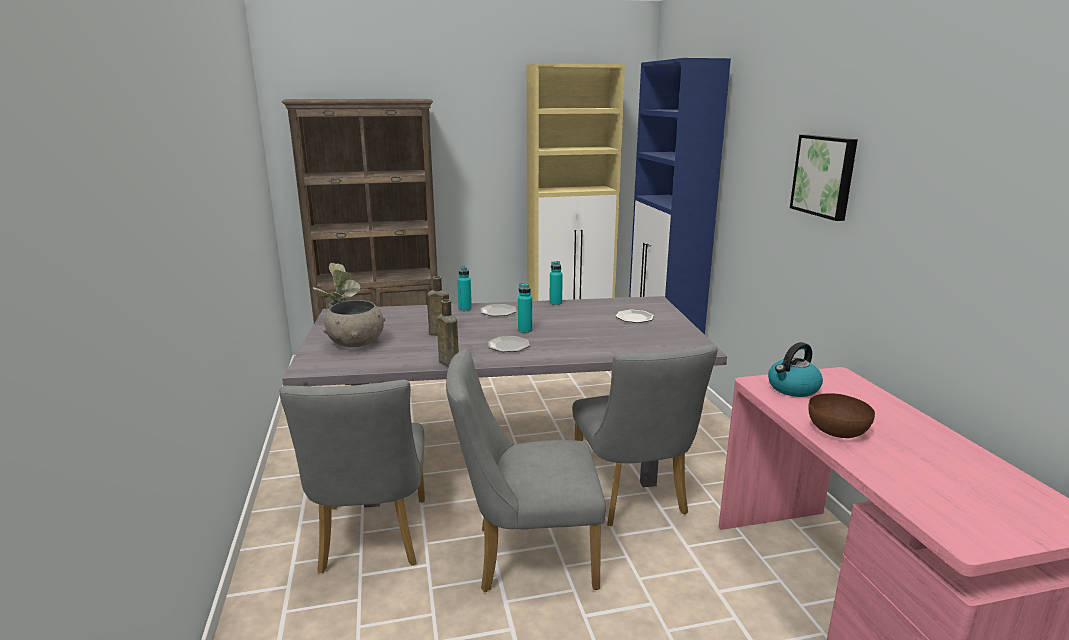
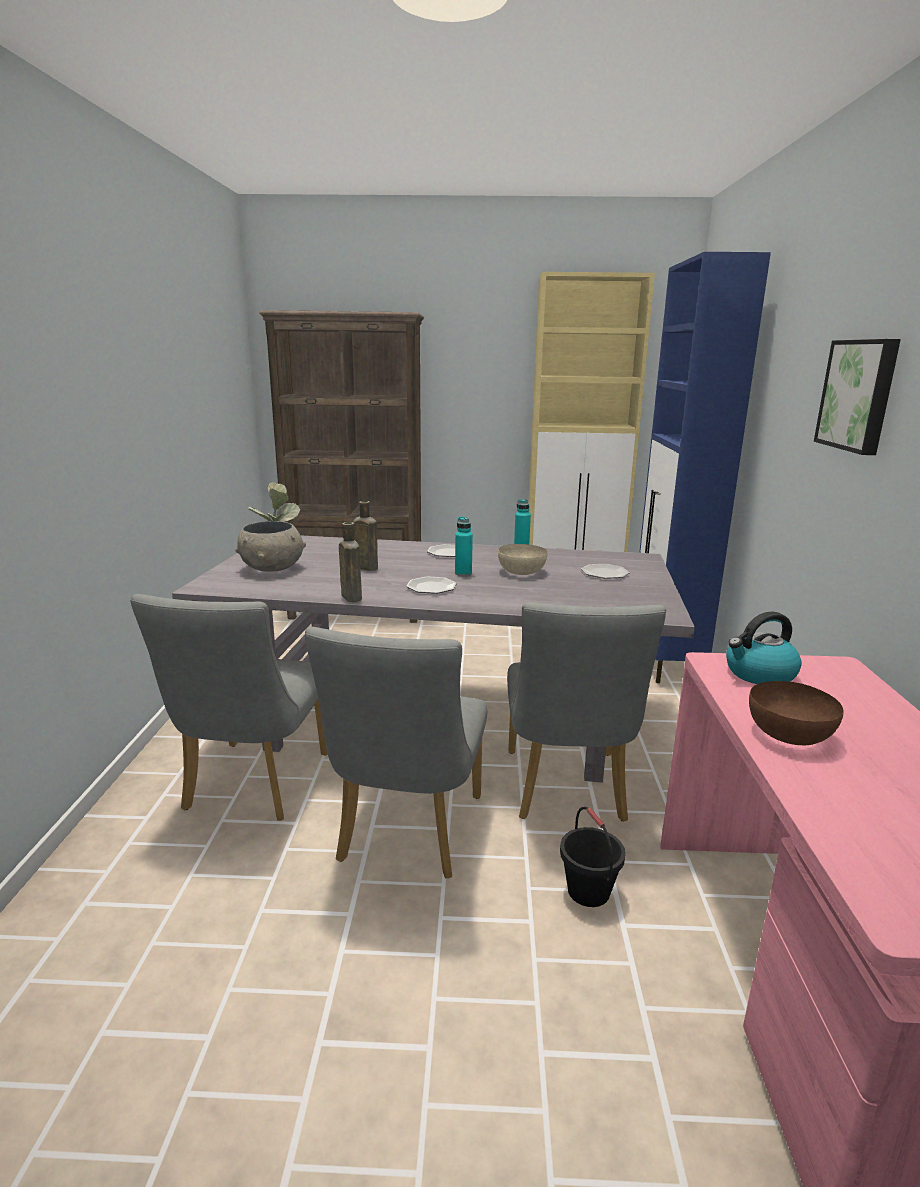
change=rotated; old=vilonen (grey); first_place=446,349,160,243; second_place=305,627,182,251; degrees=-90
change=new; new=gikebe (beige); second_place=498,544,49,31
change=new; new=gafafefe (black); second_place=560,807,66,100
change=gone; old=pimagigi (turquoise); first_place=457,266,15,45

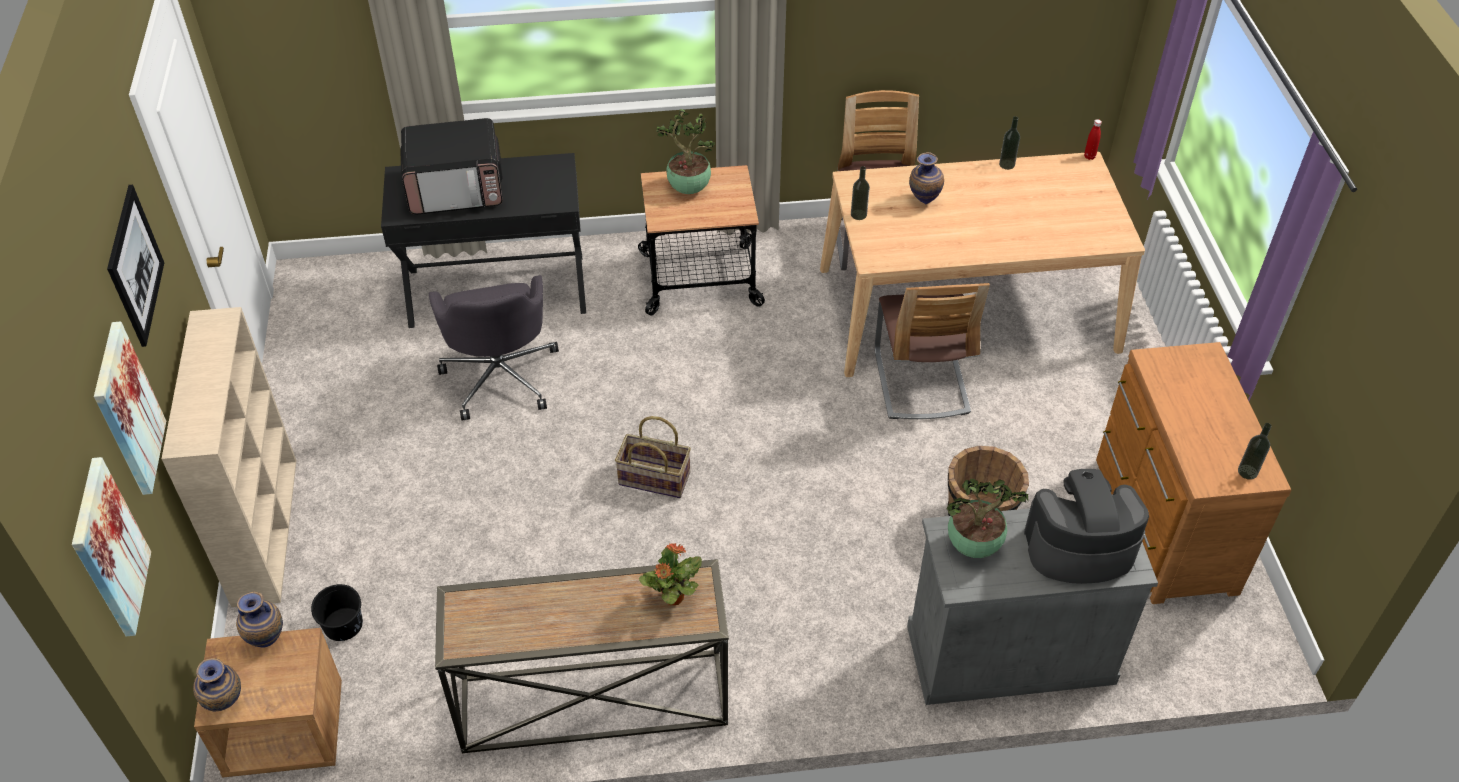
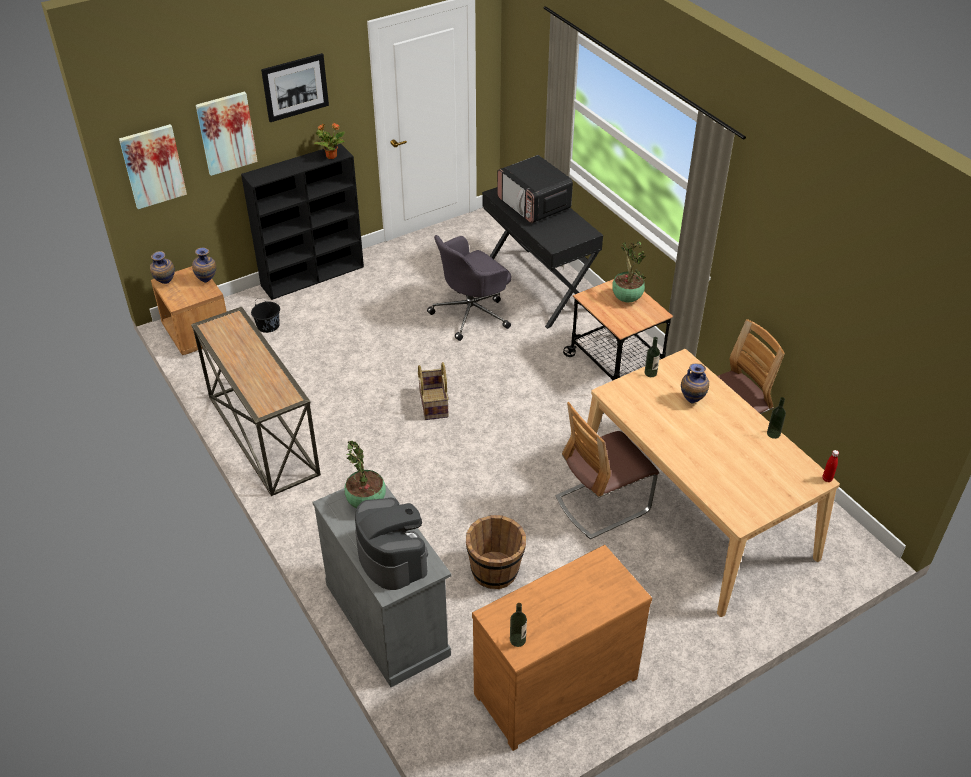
change=repainted; old=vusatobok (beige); new=vusatobok (black); first_place=162,307,135,300; second_place=241,144,123,156
change=shifted; old=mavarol; first_place=639,543,63,62; second_place=314,123,31,36

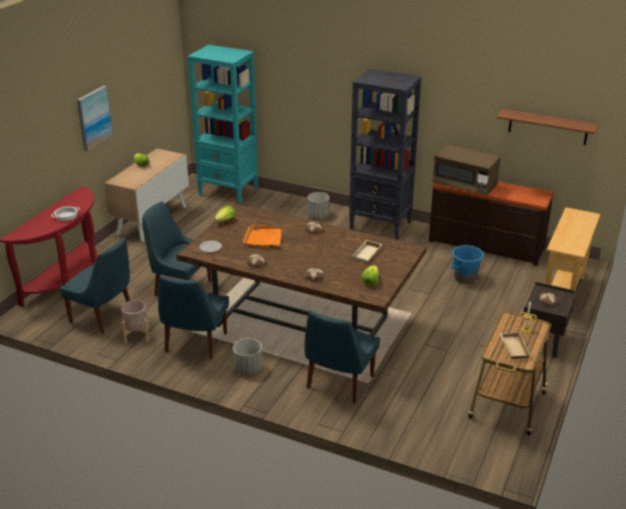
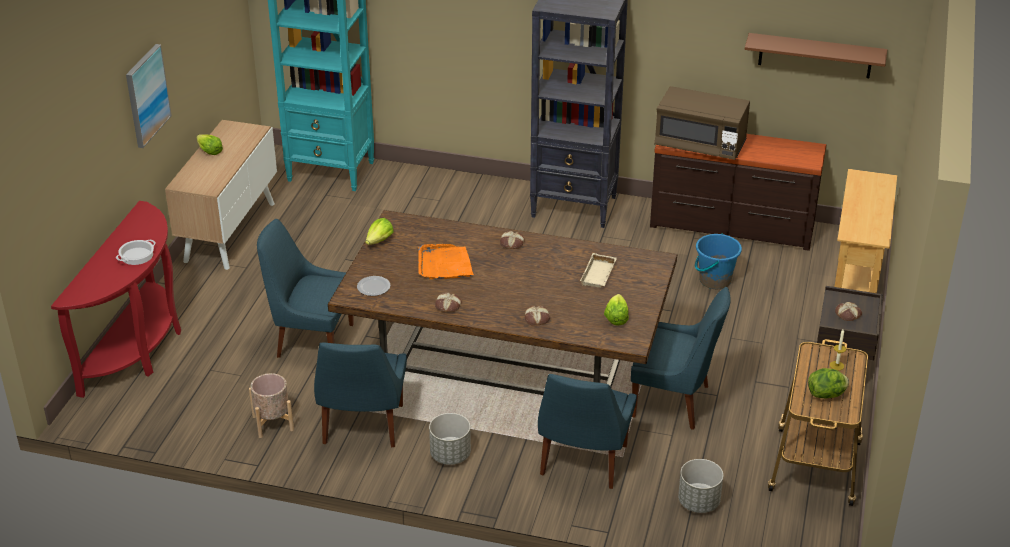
change=shifted; old=vilonen (blue); first_place=60,237,70,97; second_place=631,287,100,143
change=shifted; old=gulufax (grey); first_place=308,192,21,26; second_place=678,459,45,54
change=swapped; old=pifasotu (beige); new=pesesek; first_place=500,332,31,27; second_place=808,368,41,30

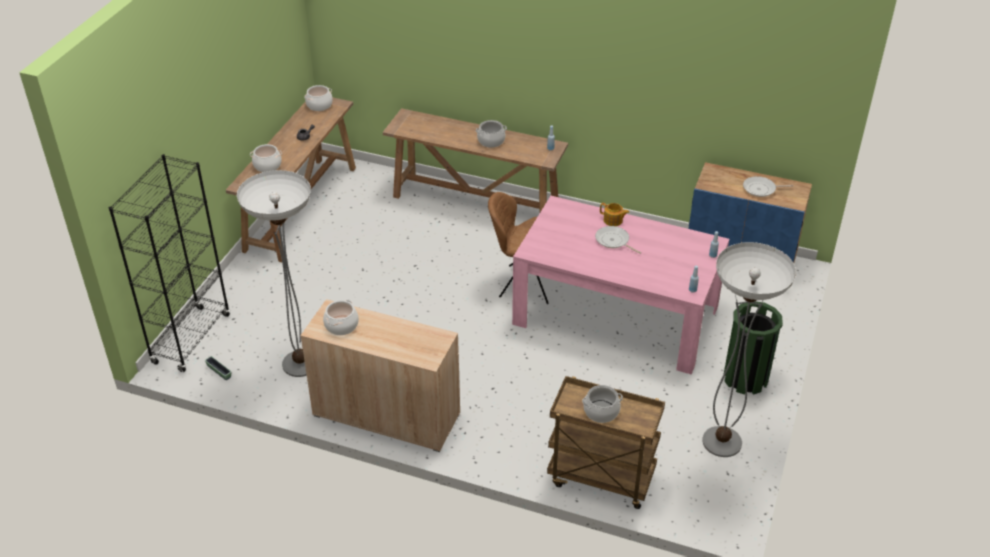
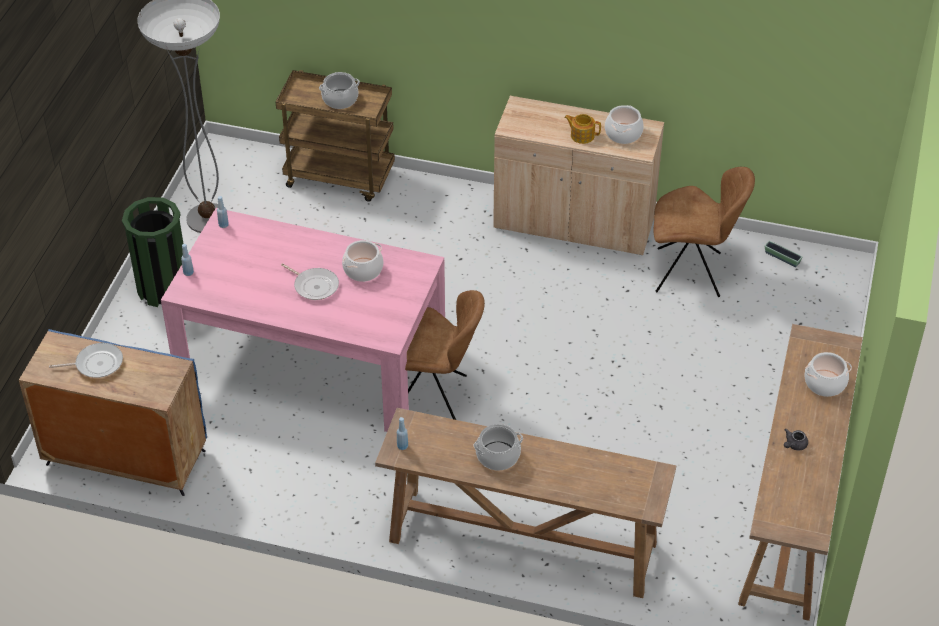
change=shifted; old=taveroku; first_place=304,85,29,26; second_place=342,240,41,42
change=shifted; old=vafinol; first_place=600,203,29,23; second_place=564,114,37,30
change=swapped; old=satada; new=vilonen (brown); first_place=237,170,74,207; second_place=654,167,101,130
change=gone; old=vusatobok (black); first_place=109,154,121,218

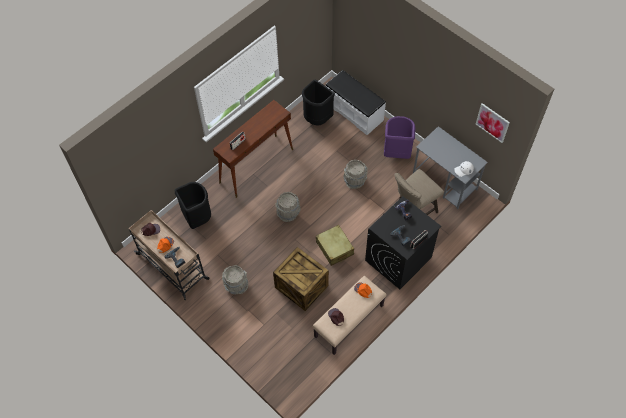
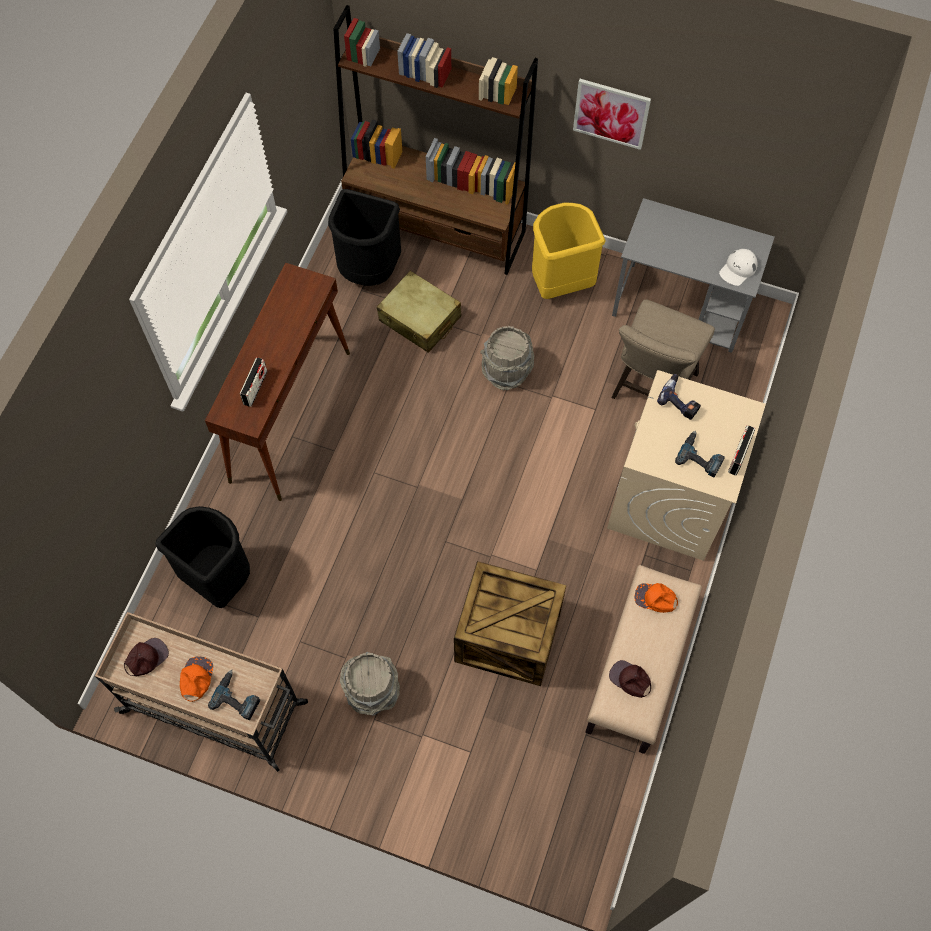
change=swapped; old=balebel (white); new=vusatobok (brown); first_place=325,70,61,65; second_place=333,5,205,270
change=shifted; old=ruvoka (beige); first_place=316,225,38,41; second_place=377,271,84,82
change=repainted; old=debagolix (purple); new=debagolix (yellow); first_place=384,116,32,43; second_place=532,203,74,96
change=shifted; old=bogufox; first_place=476,103,34,40; second_place=573,79,78,71
change=repainted; old=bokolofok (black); new=bokolofok (beige); first_place=365,196,76,93; second_place=607,370,159,191
change=gone; old=gafafefe (grey); first_place=275,192,25,30

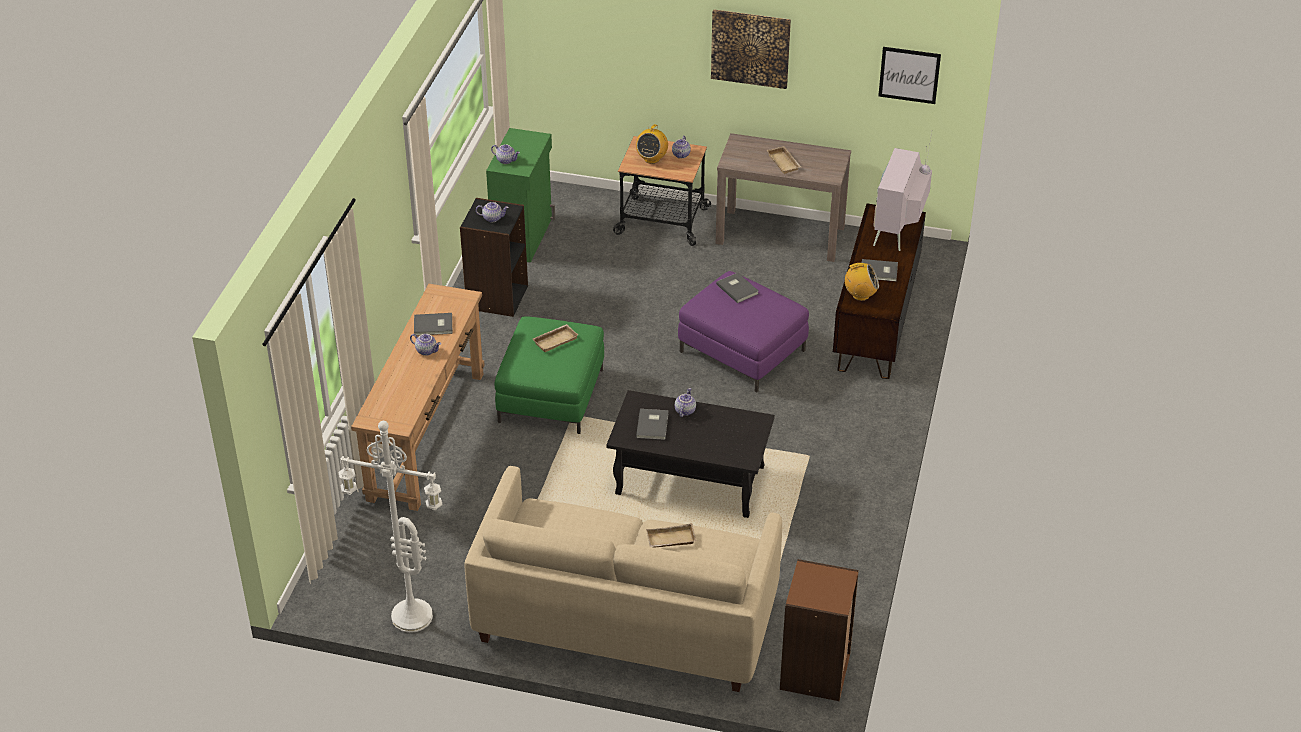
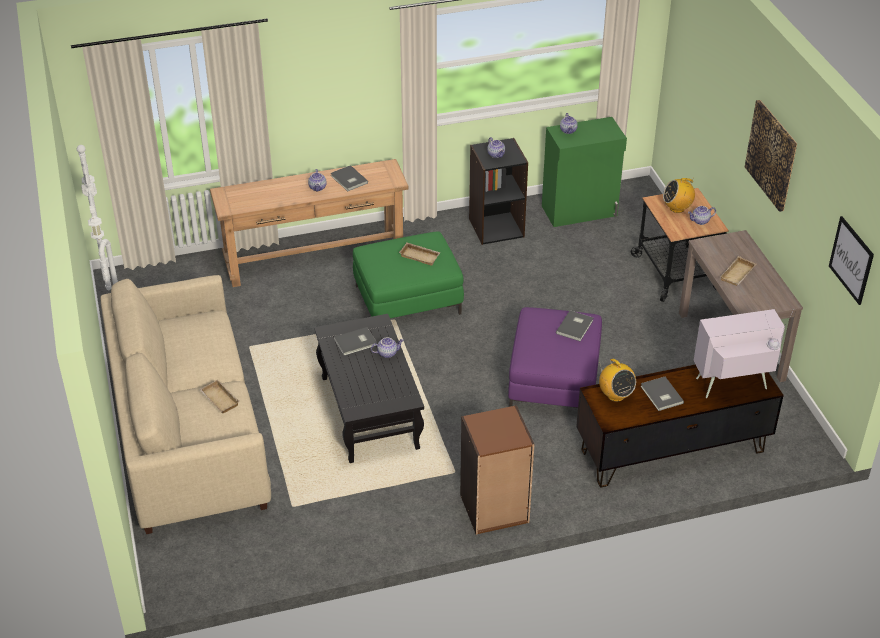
change=shifted; old=vusatobok (brown); first_place=780,559,79,142; second_place=460,405,74,130

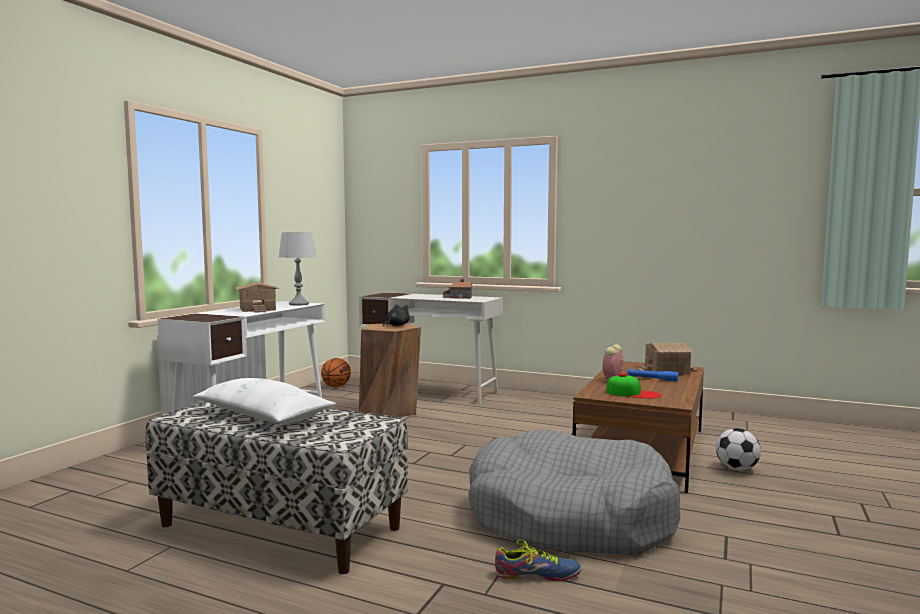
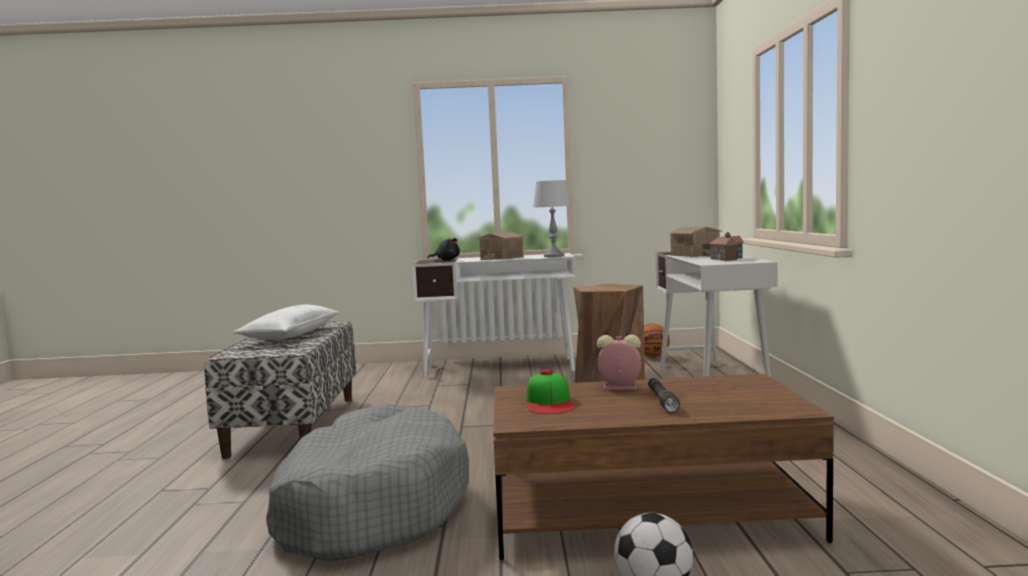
change=shifted; old=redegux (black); first_place=383,304,27,22; second_place=427,238,33,22
change=repainted; old=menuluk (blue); new=menuluk (black); first_place=627,369,52,13; second_place=648,378,32,34
change=shifted; old=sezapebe; first_place=637,343,60,31; second_place=668,227,53,30
change=gone; old=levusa; first_place=495,539,86,42

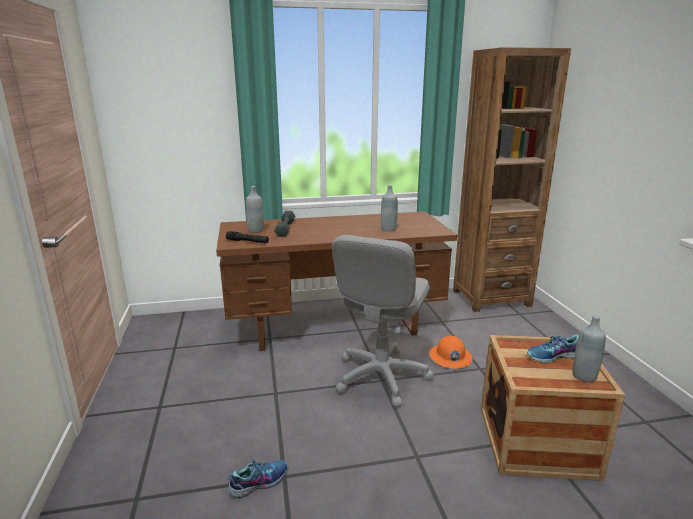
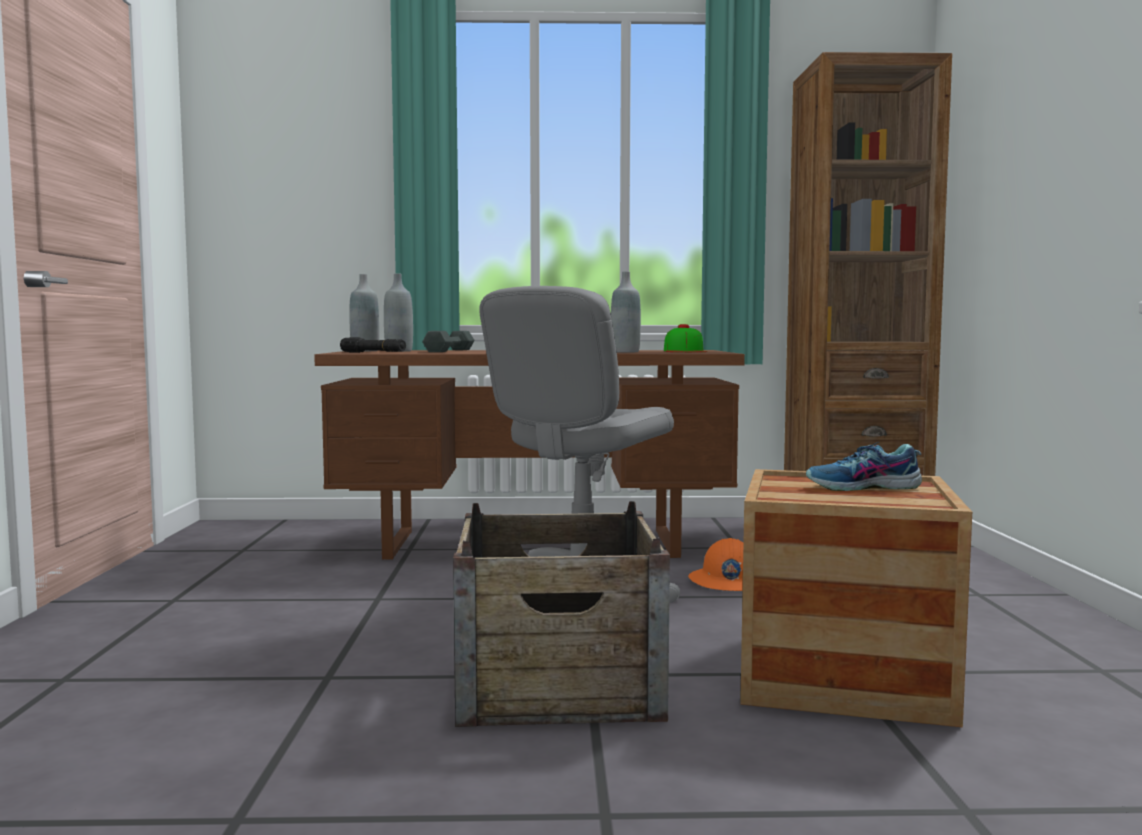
change=shifted; old=pimagigi (grey); first_place=572,315,34,67; second_place=349,274,30,77
change=new; new=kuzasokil; second_place=453,501,217,226
change=new; new=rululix; second_place=664,324,44,28
change=gone; old=levusa; first_place=228,454,60,44

